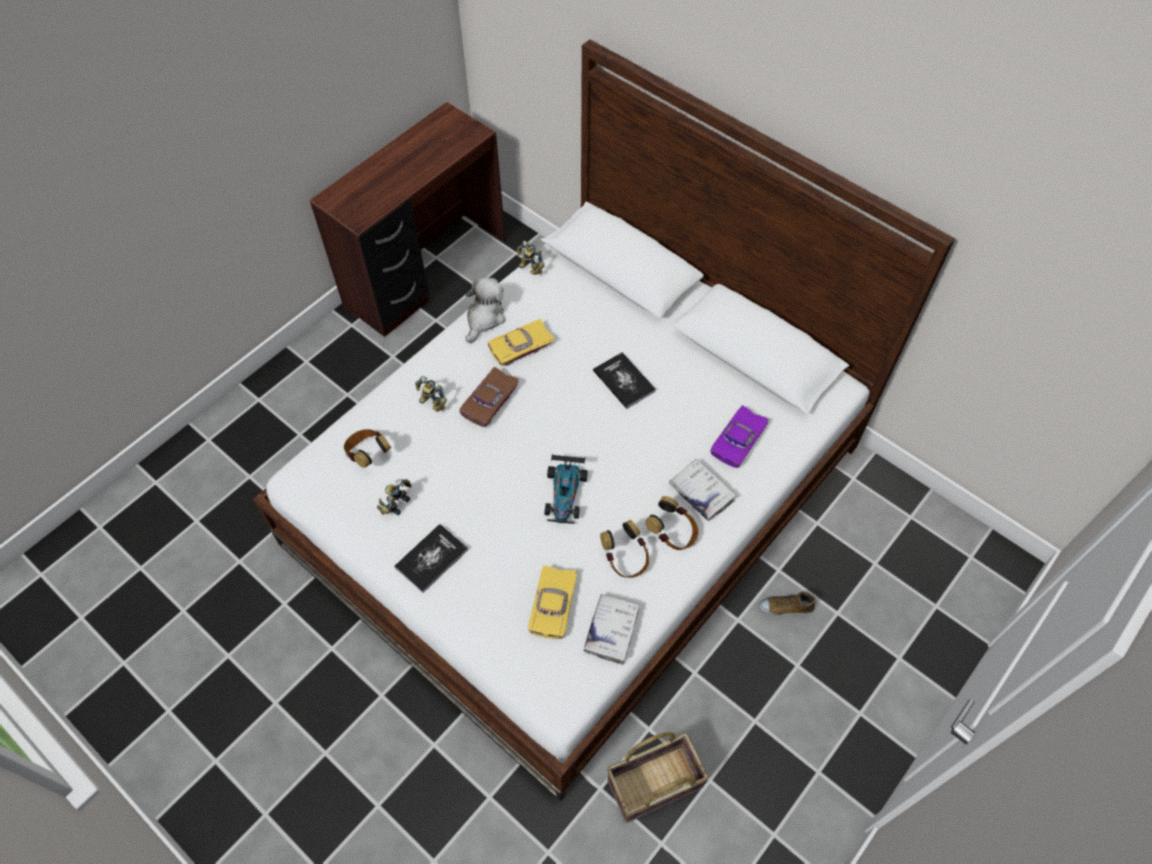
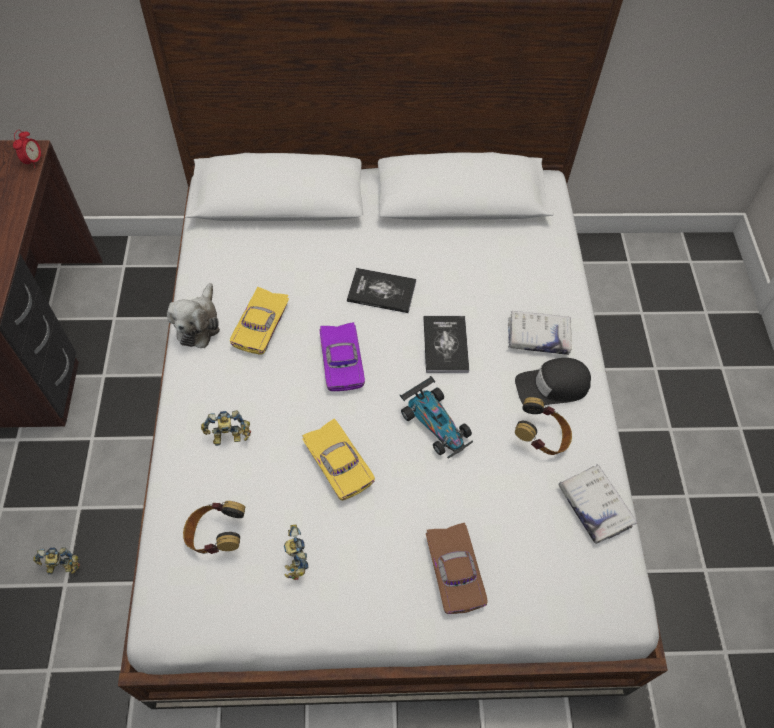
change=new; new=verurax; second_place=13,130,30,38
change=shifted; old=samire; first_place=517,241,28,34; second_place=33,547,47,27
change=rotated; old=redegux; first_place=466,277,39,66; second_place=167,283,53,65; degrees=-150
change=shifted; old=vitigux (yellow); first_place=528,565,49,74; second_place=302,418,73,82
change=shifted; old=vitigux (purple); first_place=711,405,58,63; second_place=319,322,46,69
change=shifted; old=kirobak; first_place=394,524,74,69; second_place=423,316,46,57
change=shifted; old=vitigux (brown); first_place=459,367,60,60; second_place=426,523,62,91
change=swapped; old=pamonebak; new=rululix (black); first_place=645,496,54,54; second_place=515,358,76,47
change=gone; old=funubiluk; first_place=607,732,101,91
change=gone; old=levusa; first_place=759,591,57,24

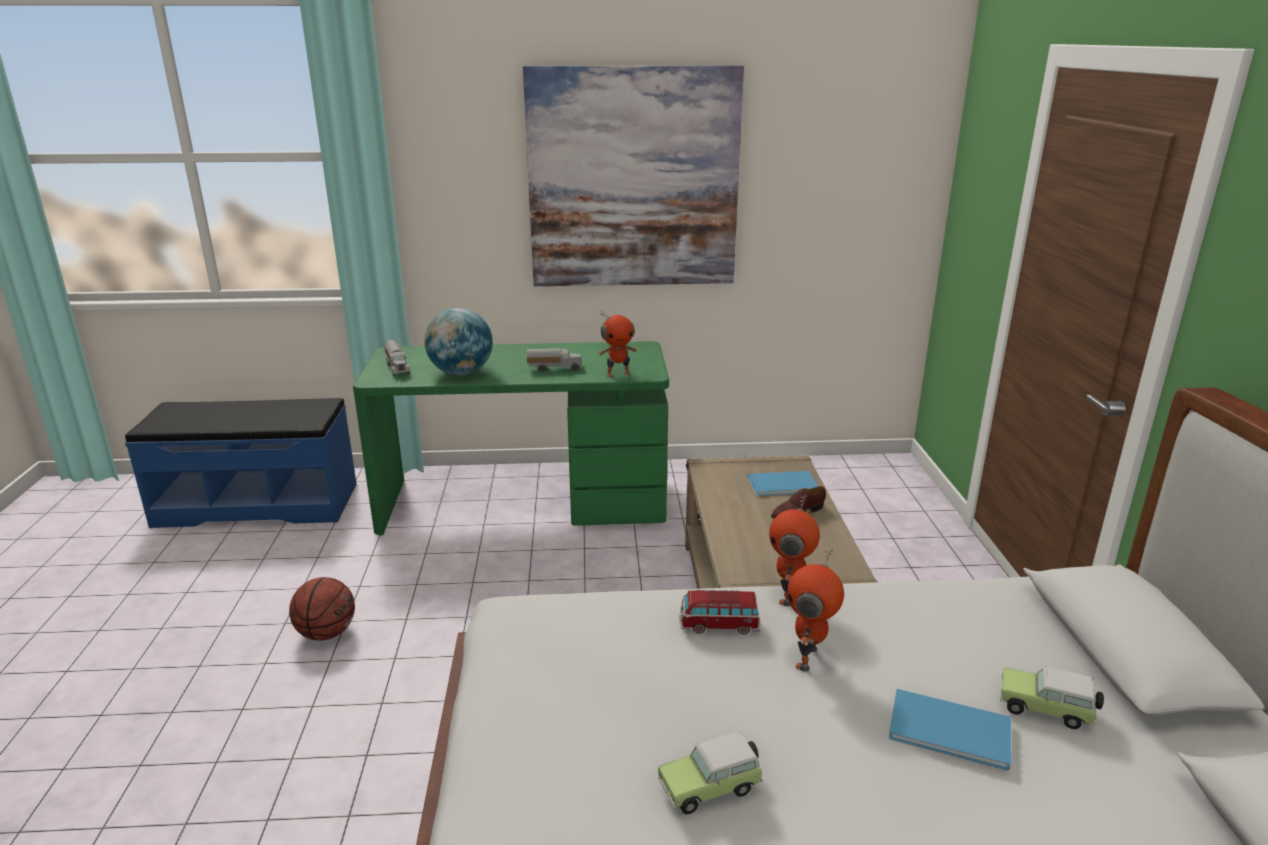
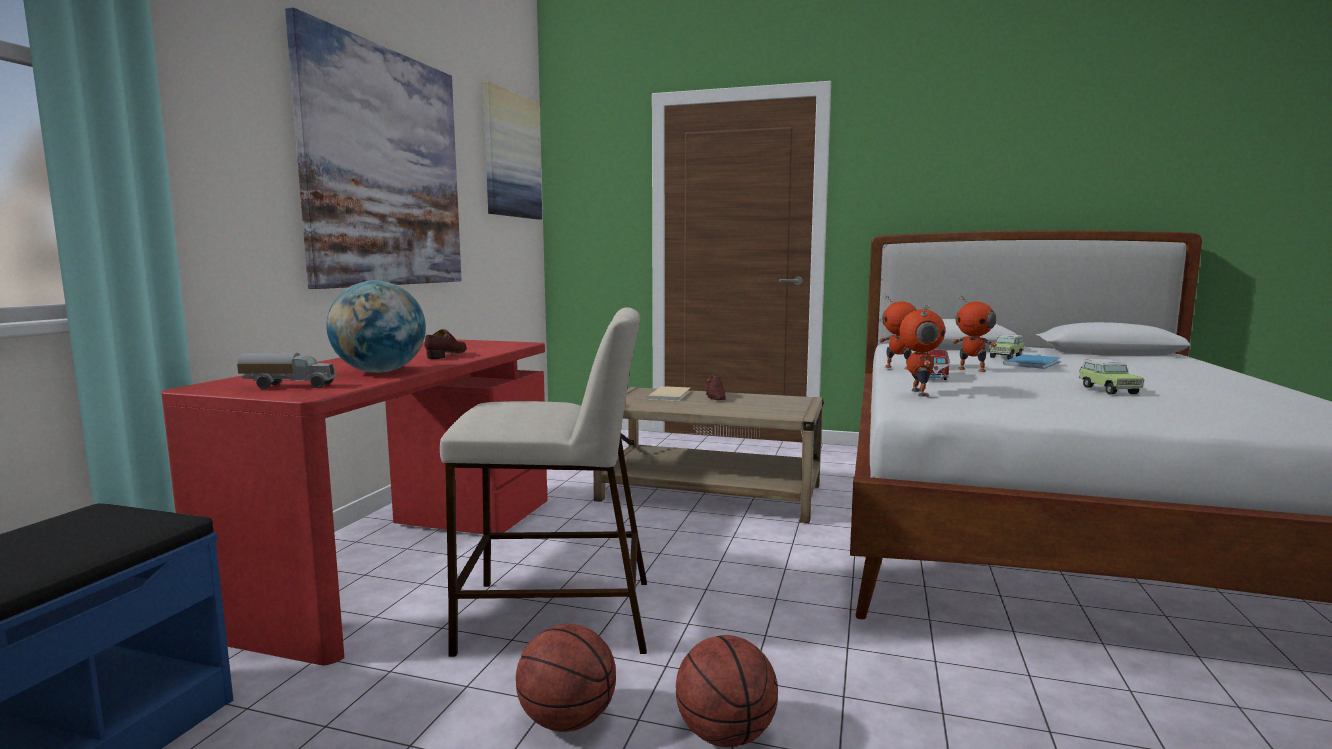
change=repainted; old=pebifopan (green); new=pebifopan (red); first_place=353,341,316,195; second_place=161,339,386,326
change=swapped; old=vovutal; new=levusa (brown); first_place=527,348,55,24; second_place=424,329,43,30
change=new; new=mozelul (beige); second_place=440,307,207,350
change=new; new=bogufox; second_place=483,81,59,138
change=repainted; old=kirobak (blue); new=kirobak (beige); first_place=748,471,71,25; second_place=647,386,43,15
change=new; new=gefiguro; second_place=676,635,102,112
change=shifted; old=samire; first_place=599,312,38,65; second_place=900,304,45,93

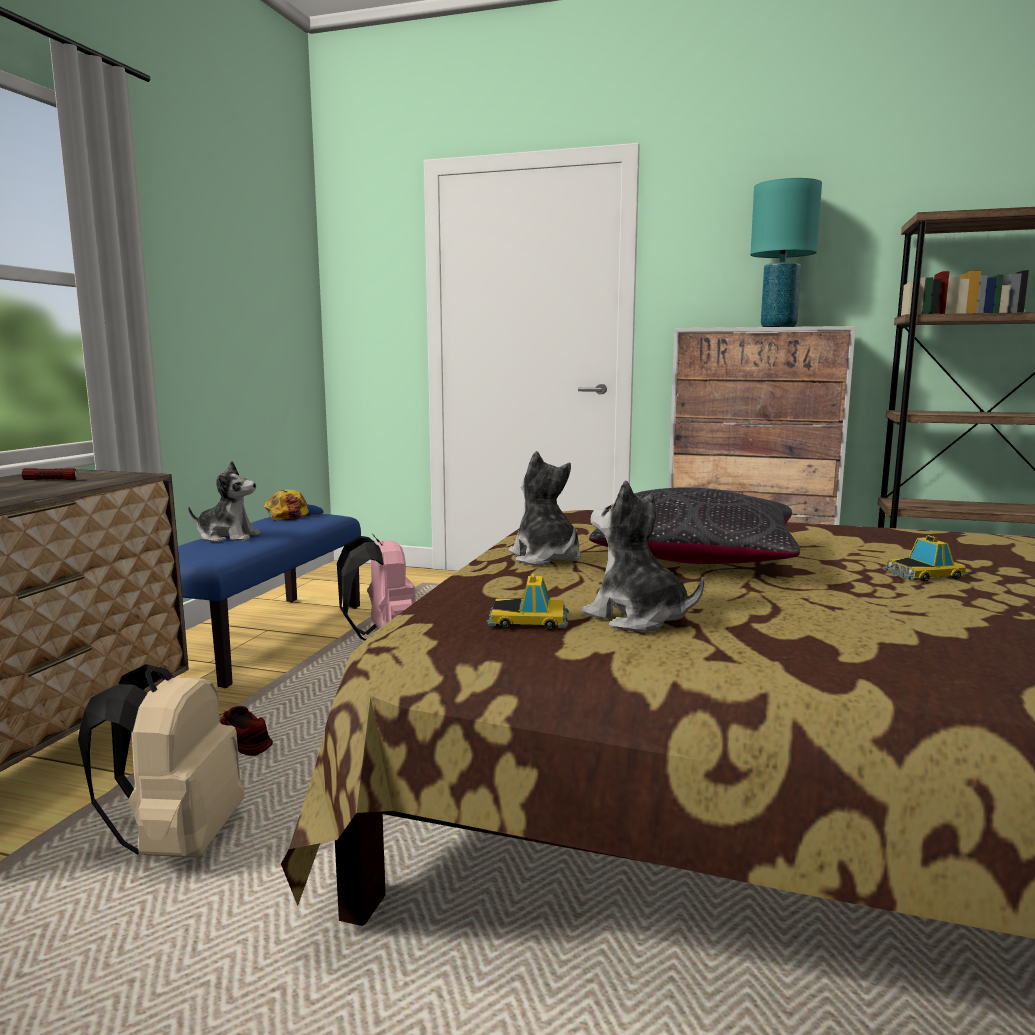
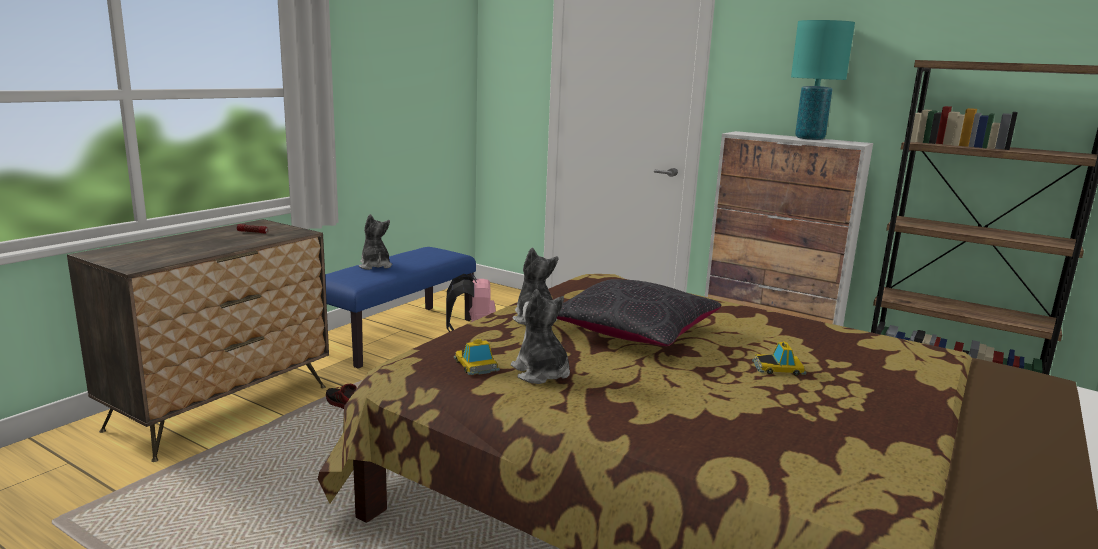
change=rotated; old=redegux; first_place=188,461,72,81; second_place=359,214,33,56; degrees=-135
change=rotated; old=vitigux; first_place=487,574,81,56; second_place=454,339,46,36; degrees=45
change=gone; old=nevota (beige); first_place=78,664,166,194
change=gone; old=rululix; first_place=264,490,60,30

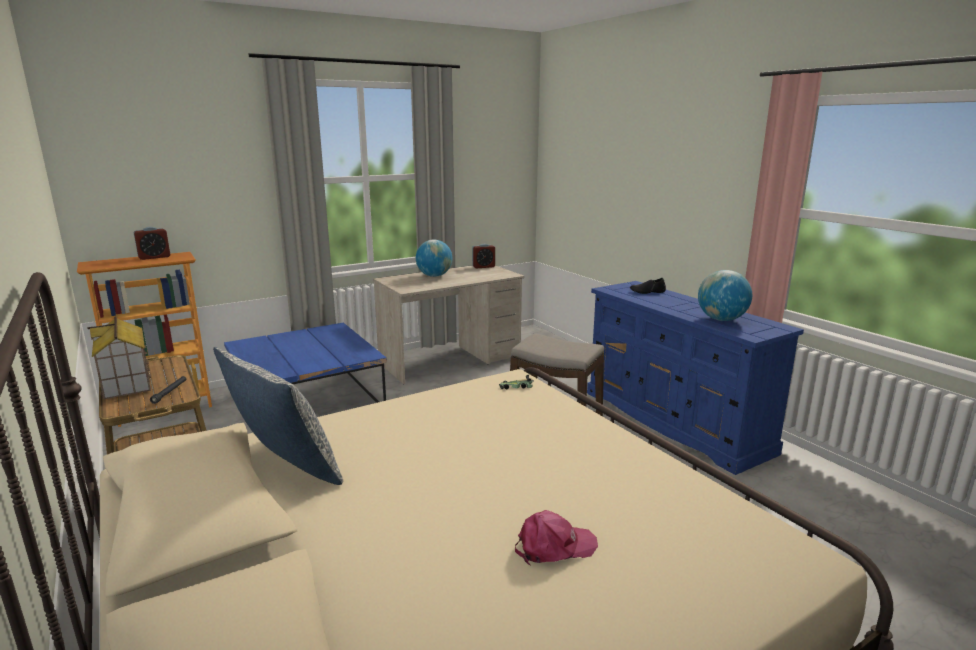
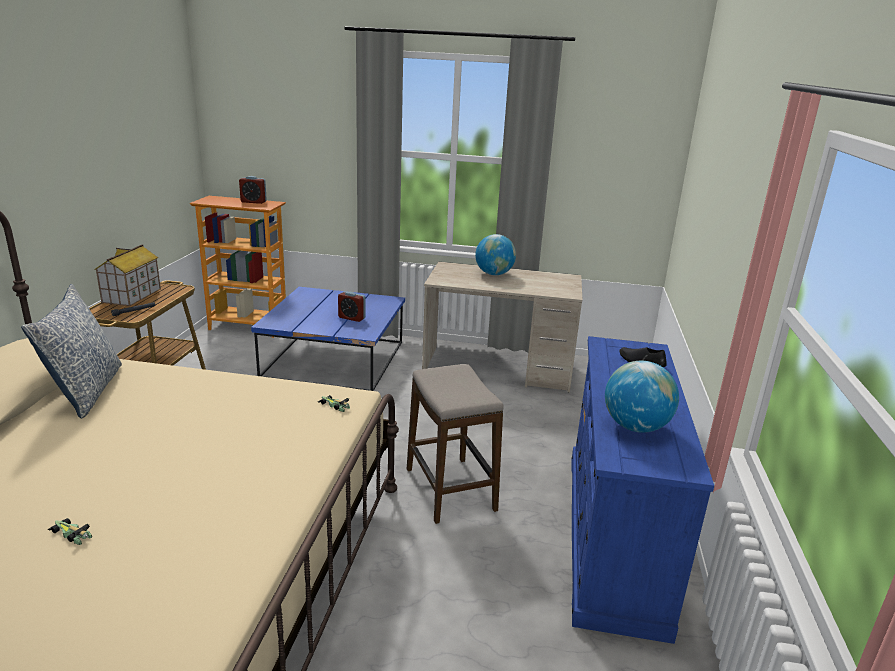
change=swapped; old=rululix (pink); new=vitigux; first_place=515,510,83,55; second_place=48,518,44,27
change=shifted; old=verurax; first_place=472,244,23,25; second_place=338,291,27,31

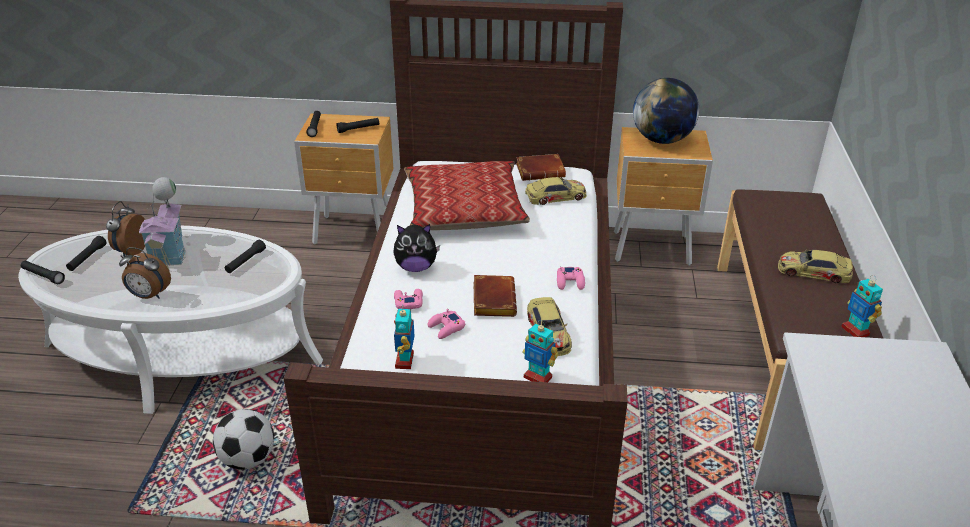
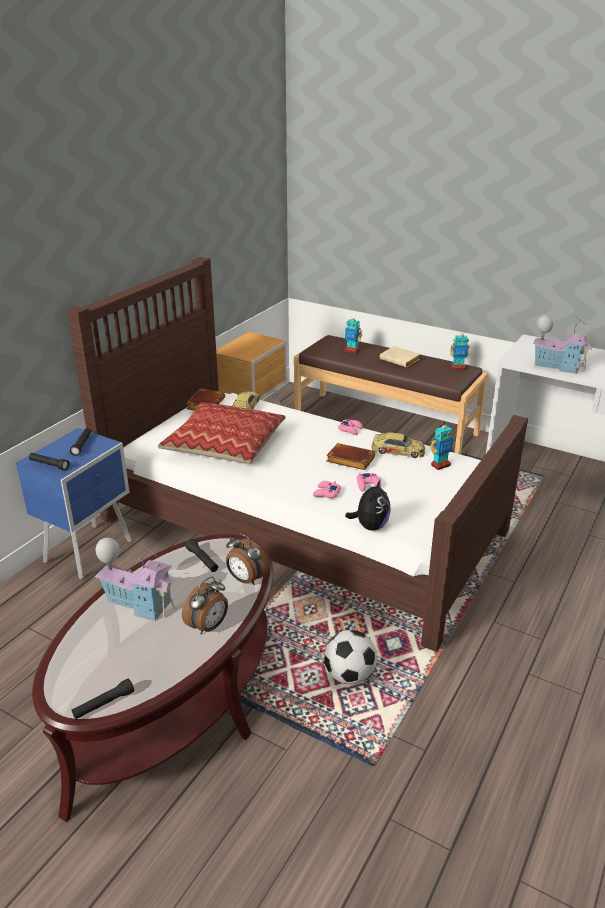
change=repainted; old=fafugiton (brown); new=fafugiton (blue); first_place=294,113,100,132; second_place=16,428,116,151
change=repainted; old=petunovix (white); new=petunovix (brown); first_place=18,226,305,188; second_place=32,534,241,288
change=shifted; old=verurax; first_place=106,201,39,55; second_place=226,533,43,52
change=shifted; old=samire; first_place=394,305,21,64; second_place=344,315,18,39
change=shifted; old=redegux; first_place=393,224,47,48; second_place=345,479,46,52
change=swapped; old=vitigux; new=kirobak (beige); first_place=778,249,75,34; second_place=380,346,40,22
change=new; new=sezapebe; second_place=533,315,59,59
change=gone; old=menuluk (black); first_place=66,236,41,35
change=gone; old=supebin; first_place=633,78,66,66

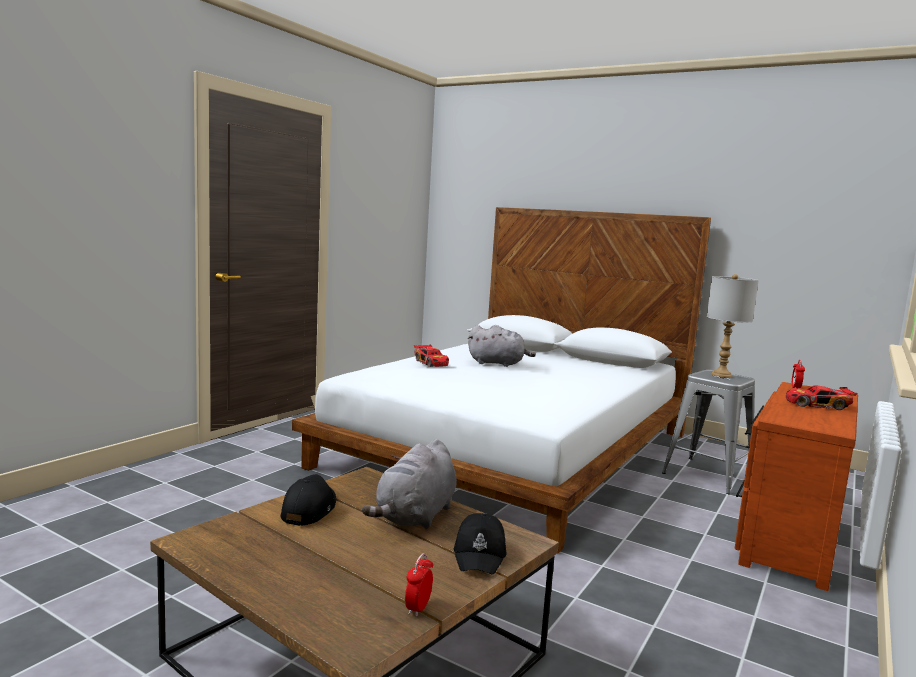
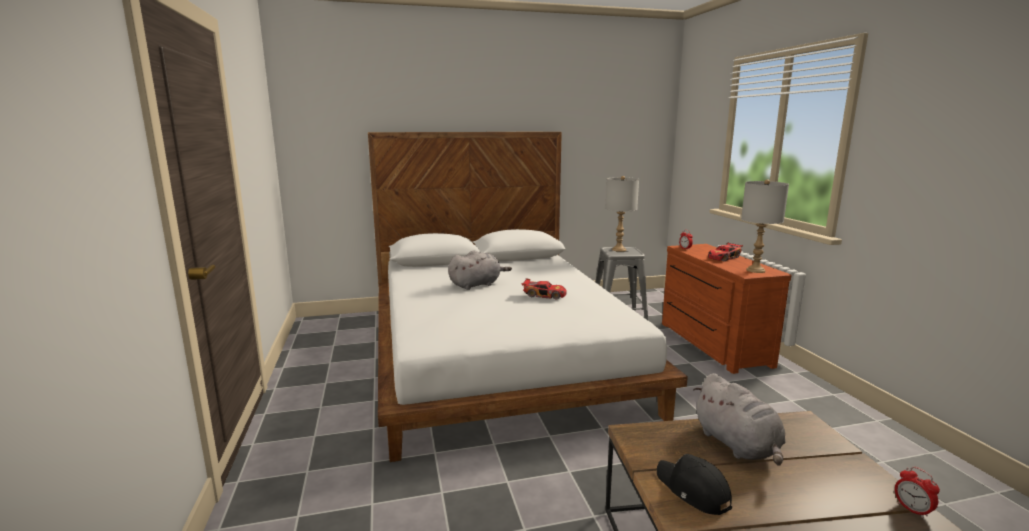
change=shifted; old=vitigux; first_place=414,345,35,22; second_place=521,278,46,21
change=new; new=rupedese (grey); second_place=741,179,48,94
change=gone; old=rululix (black); first_place=454,513,52,62

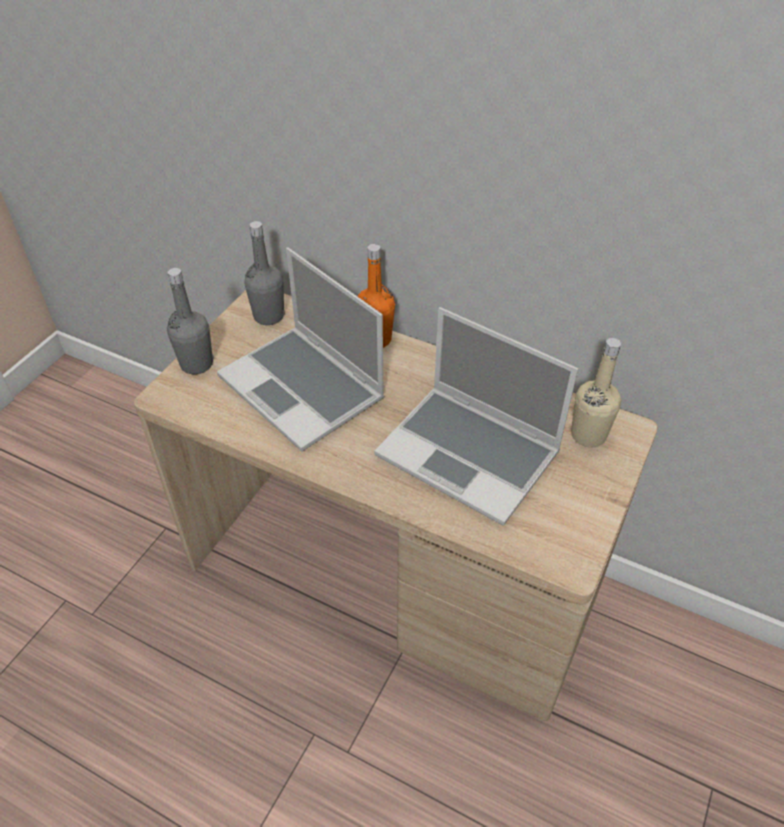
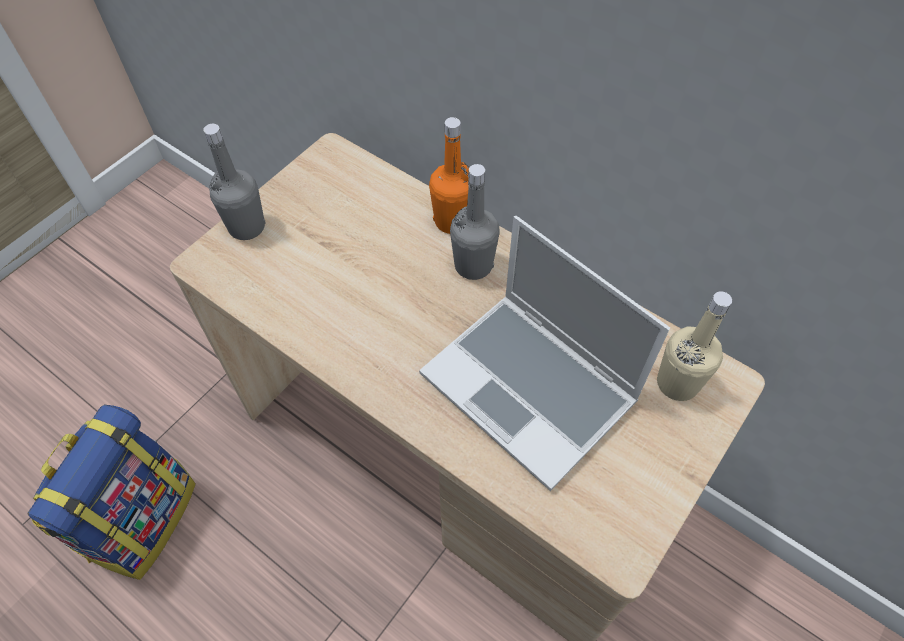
change=new; new=nevota; second_place=28,405,168,175
change=shifted; old=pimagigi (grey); first_place=244,221,41,104; second_place=450,164,50,116
change=gone; old=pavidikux; first_place=217,247,168,205

